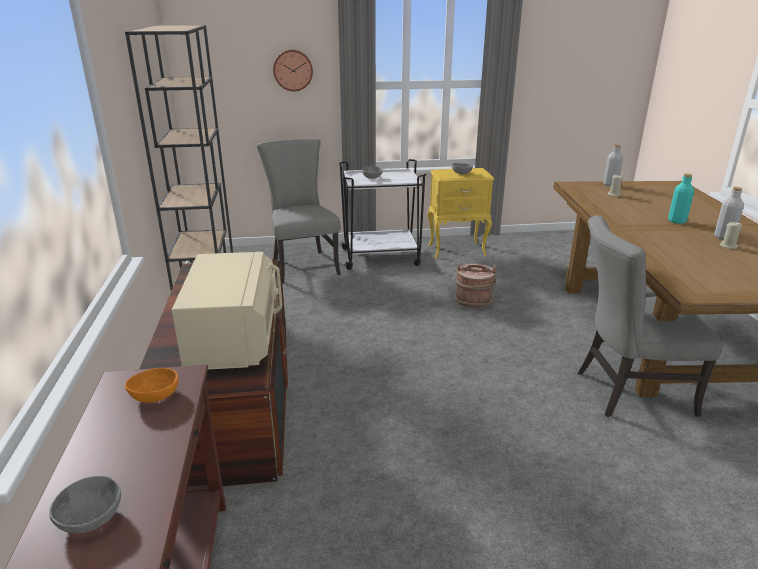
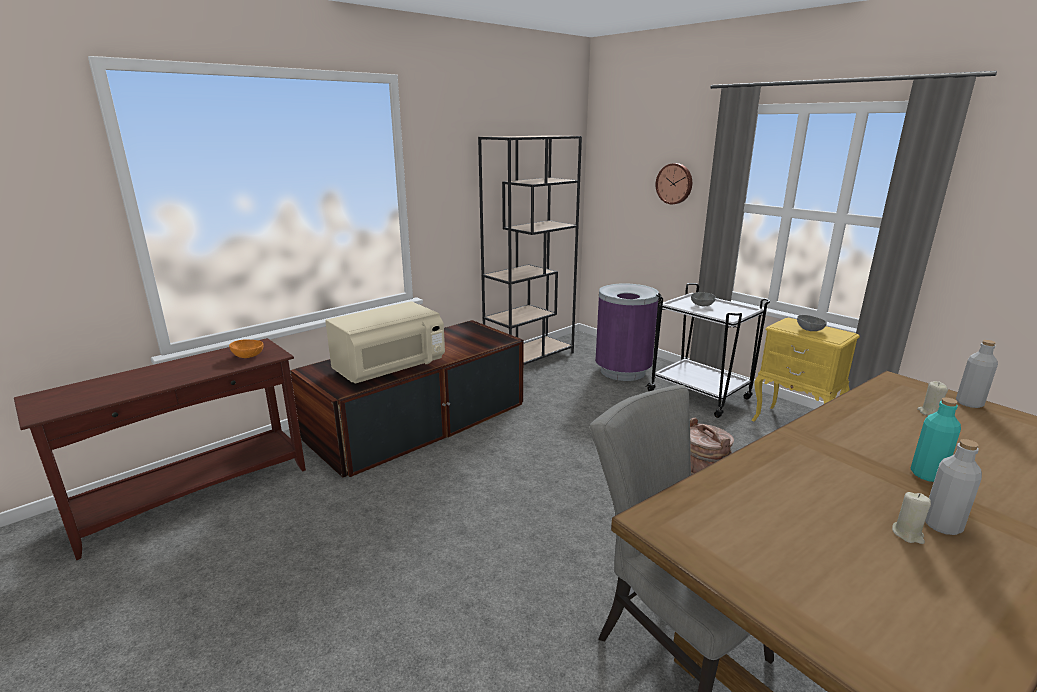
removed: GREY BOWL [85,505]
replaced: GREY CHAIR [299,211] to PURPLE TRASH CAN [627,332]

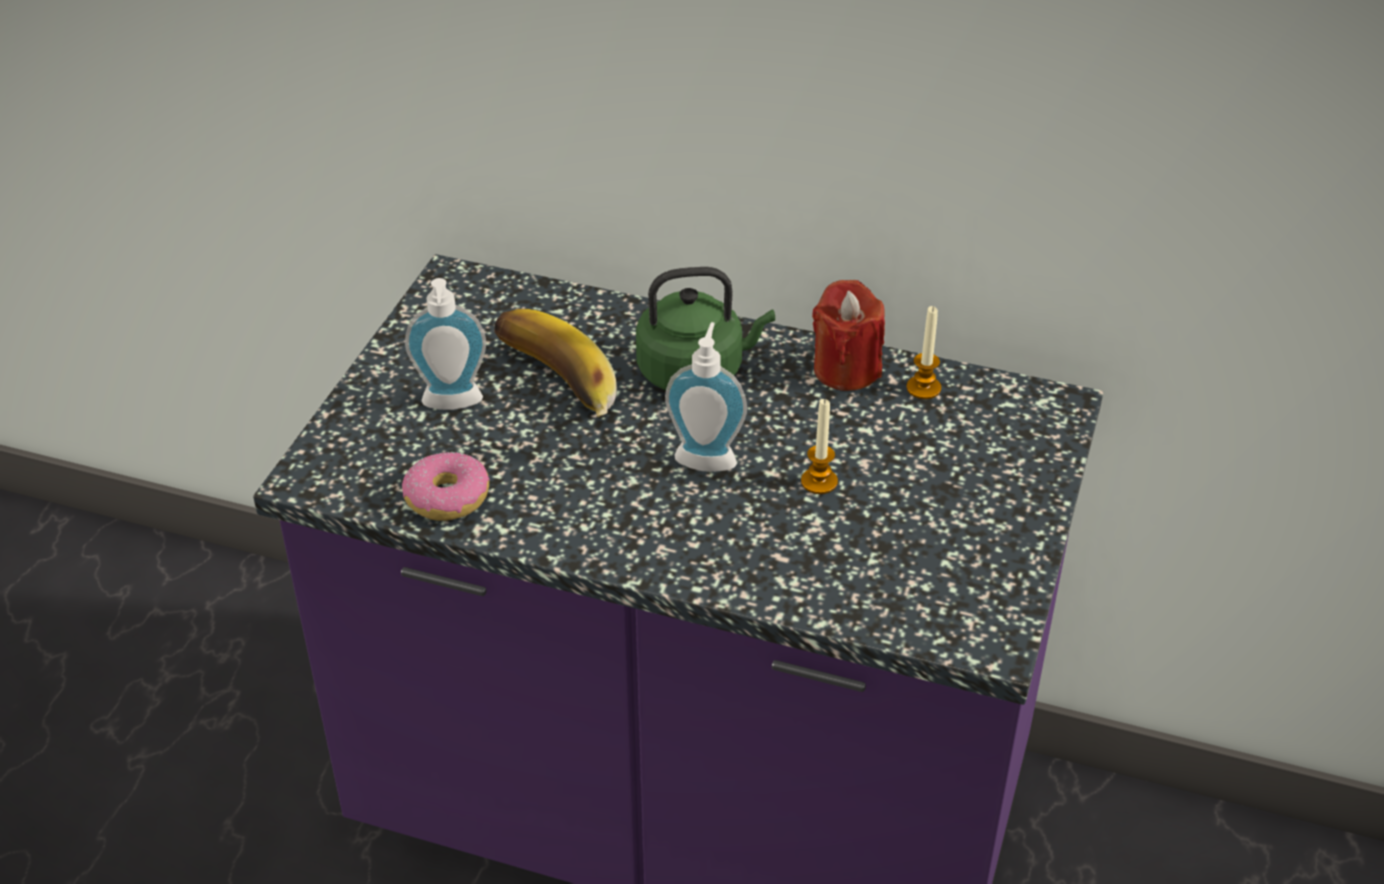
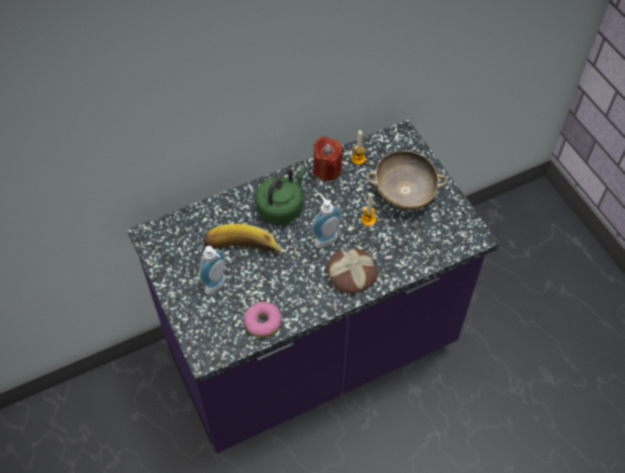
added: BREAD [352,271]; BEIGE BOWL [407,180]

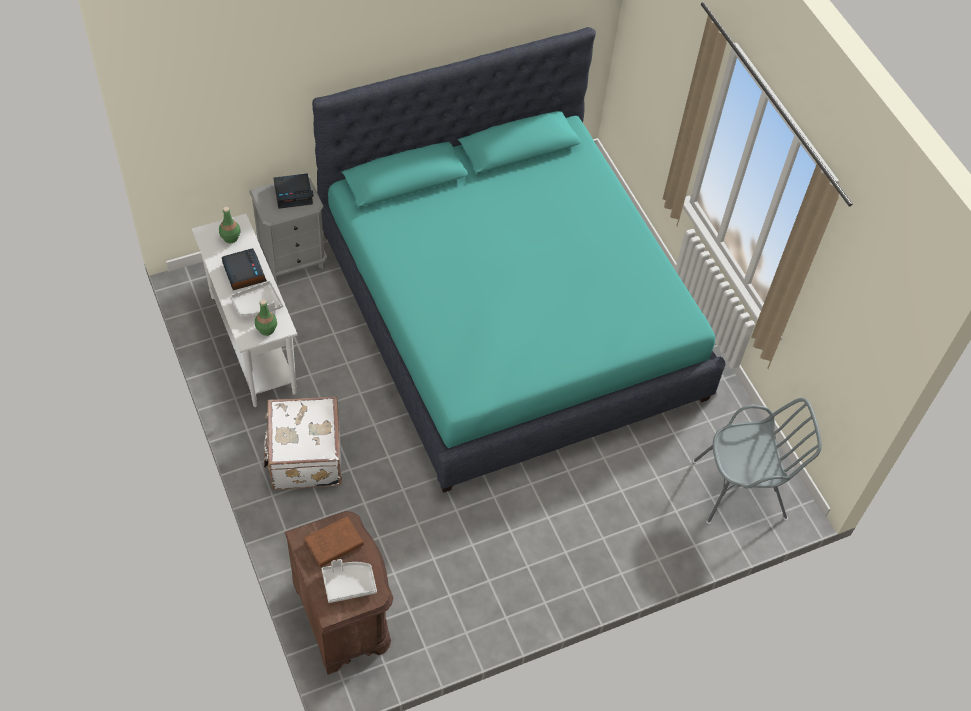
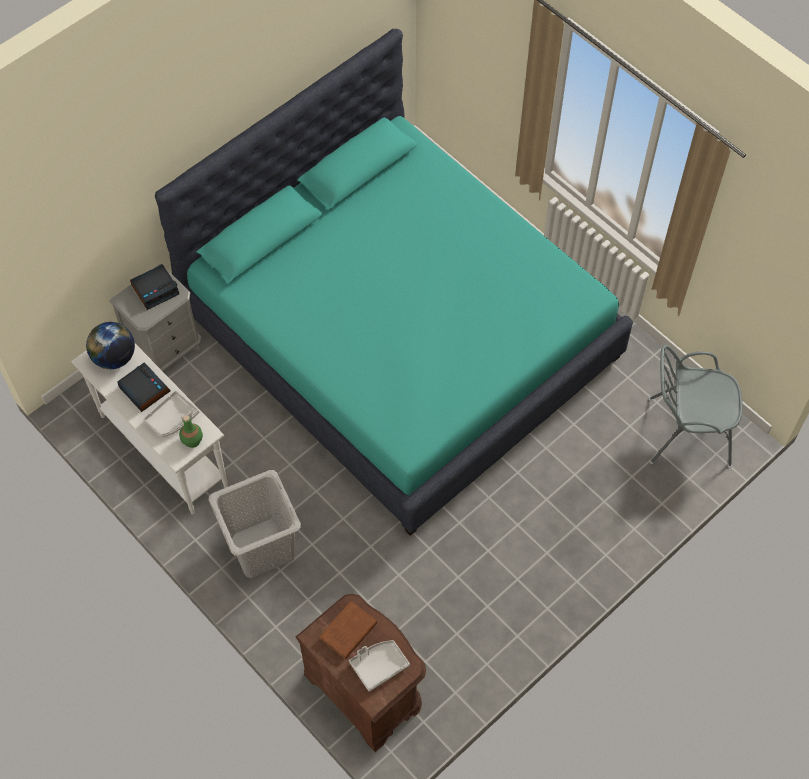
replaced: GREEN BOTTLE [229,225] to GLOBE [110,345]; WHITE SUITCASE [303,443] to GREY LAUNDRY BASKET [255,524]
turned: GREY CHAIR [757,461] = [696,406] 150 degrees counterclockwise

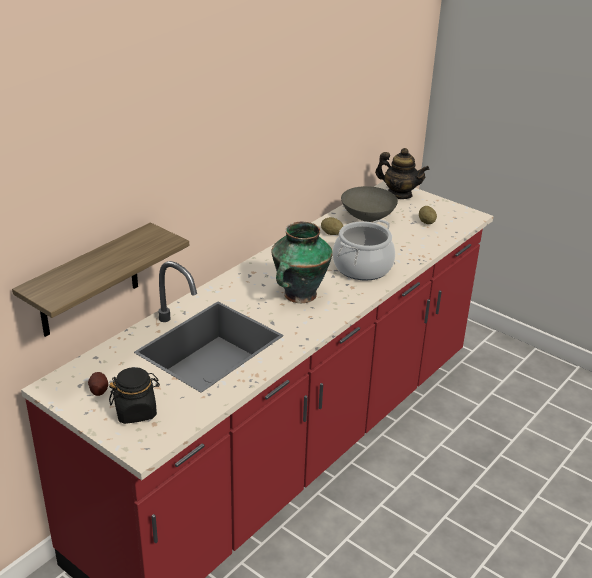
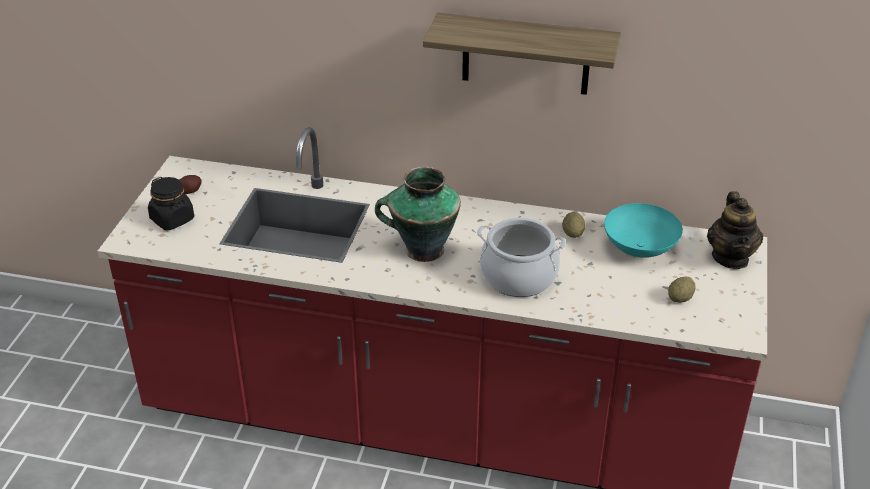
moved: SHELF [100,279] to [522,54]
recoloured: GREY BOWL [369,204] to TURQUOISE BOWL [643,230]

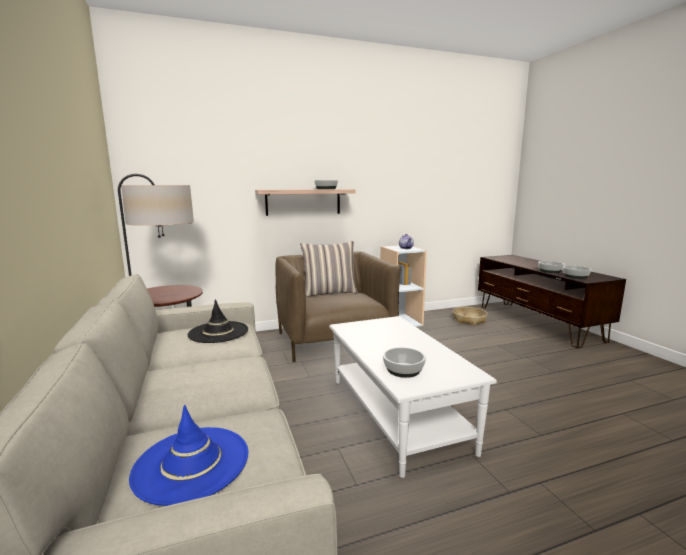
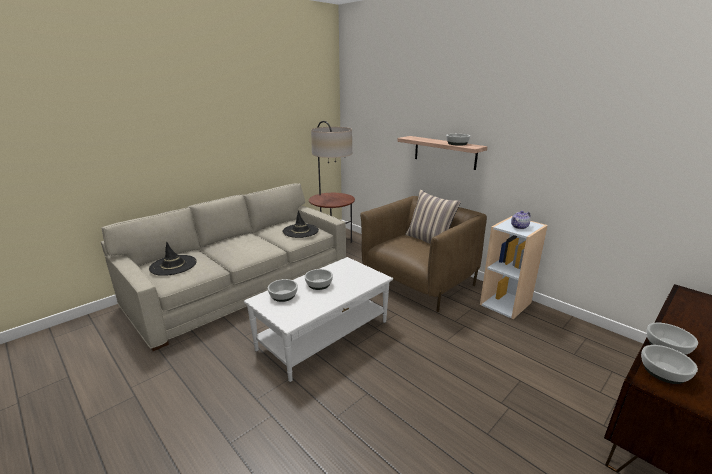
removed: BASKET [470,316]
added: BOWL [319,279]
recoloured: BLUE HAT [188,455] to BLACK HAT [173,259]

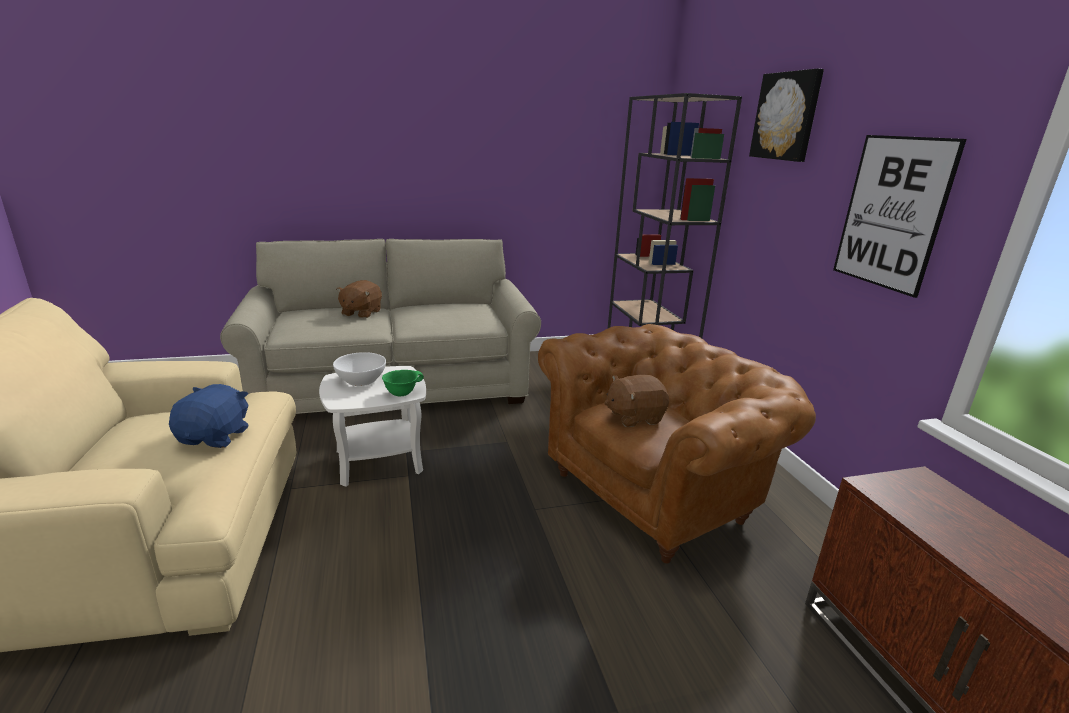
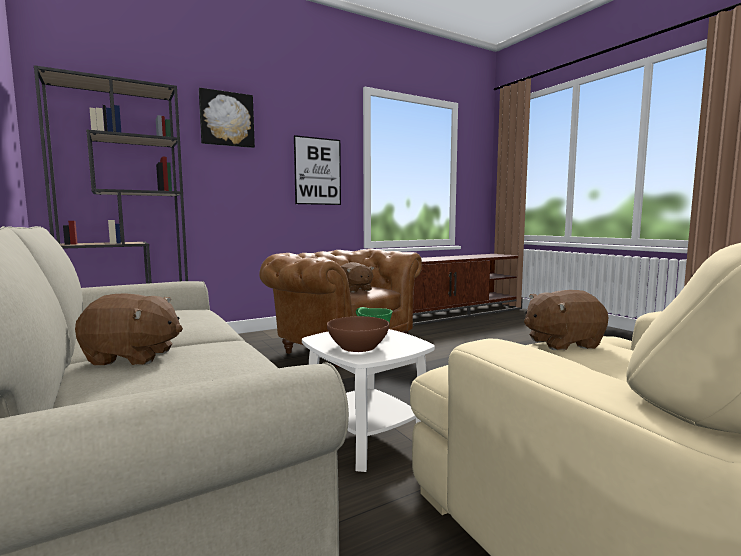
recoloured: WHITE BOWL [359,369] to BROWN BOWL [358,334]; BLUE PLUSH TOY [209,416] to BROWN PLUSH TOY [566,320]

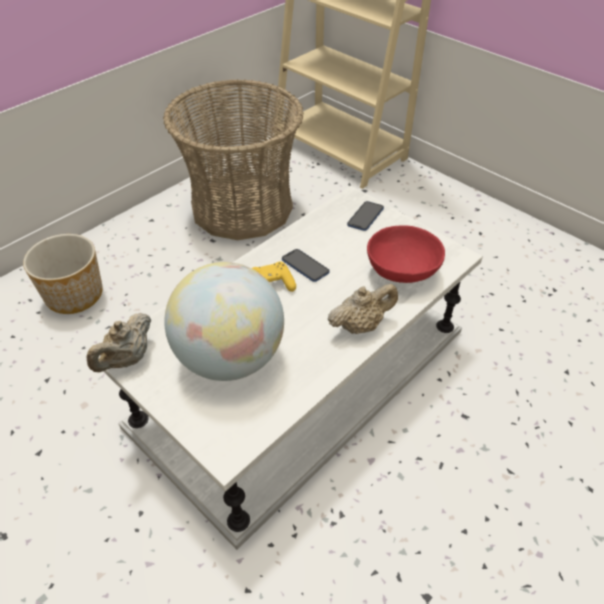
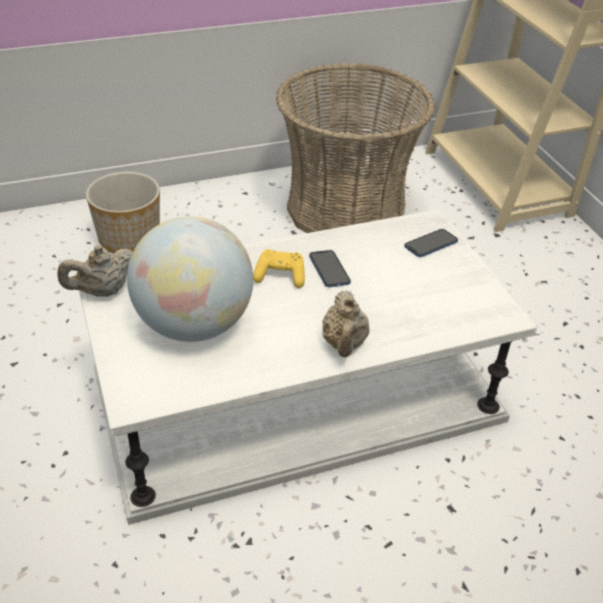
removed: RED BOWL [406,254]
turned: BEIGE TEAPOT [363,309] = [346,324] 90 degrees clockwise

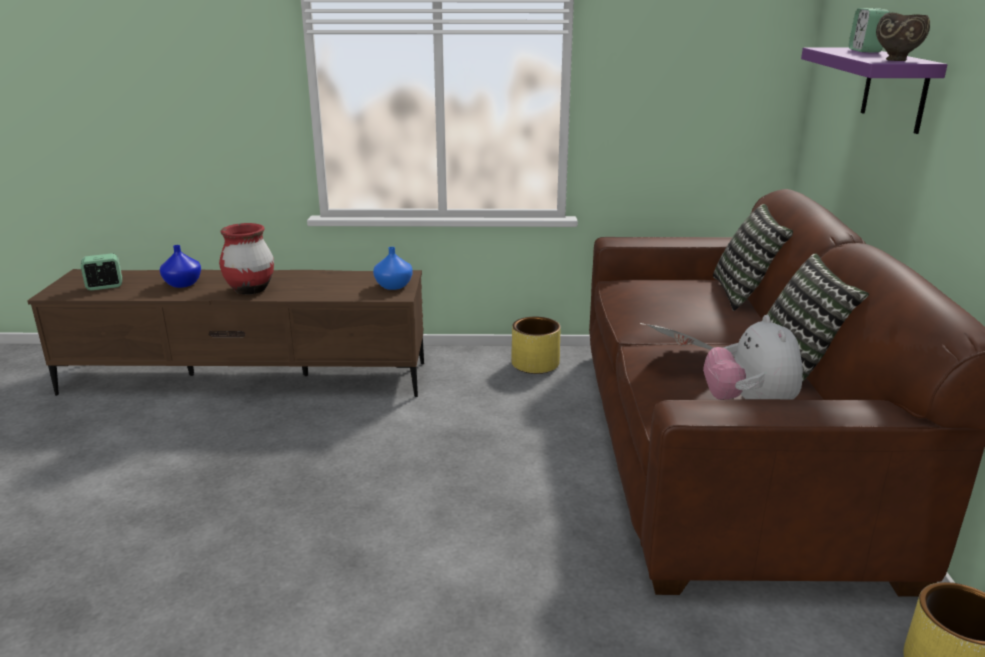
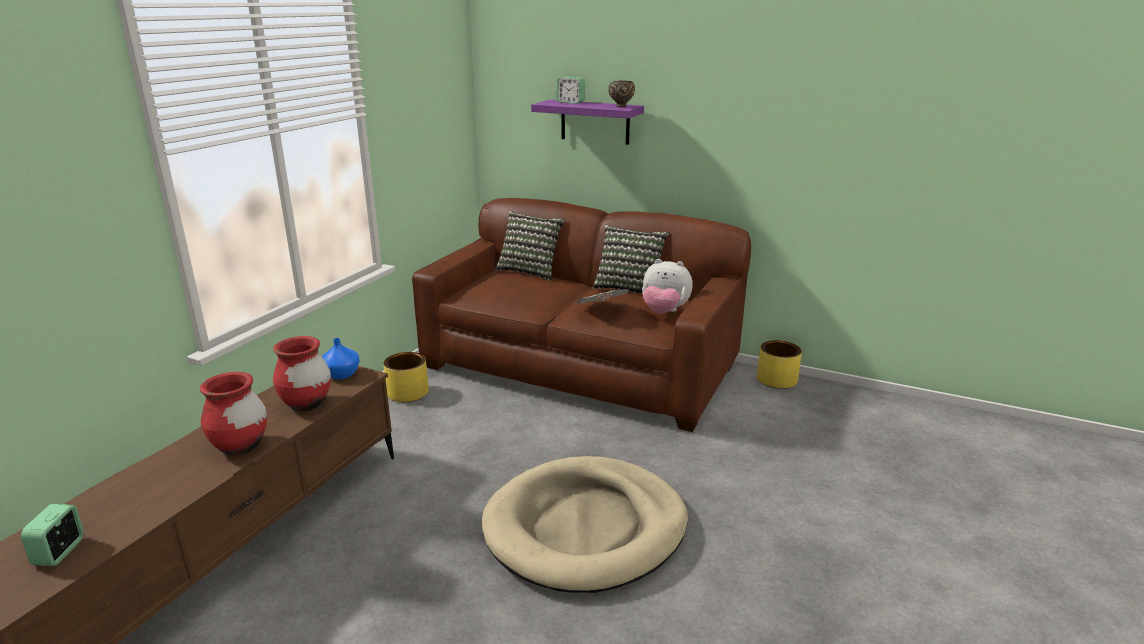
removed: BLUE VASE [180,266]
added: RED VASE [302,373]; BEIGE DOG BED [585,524]

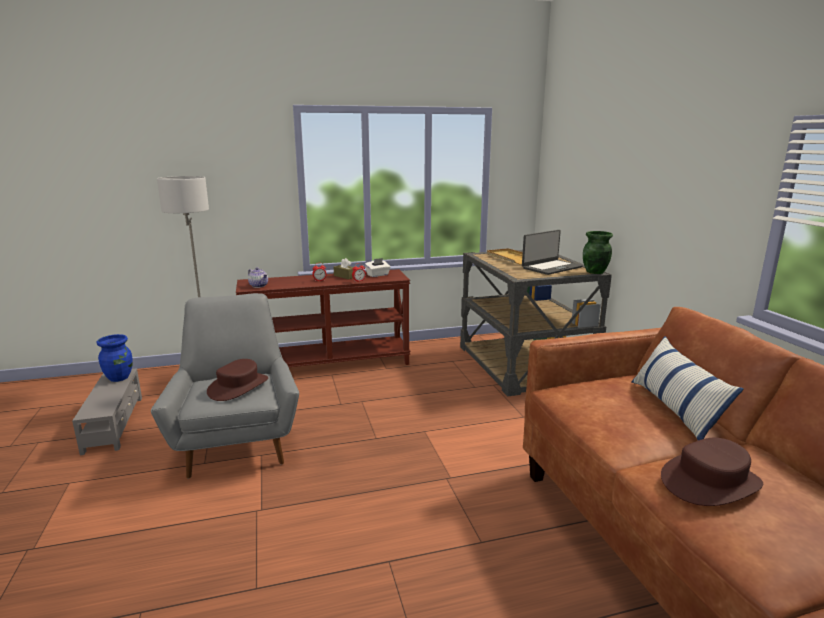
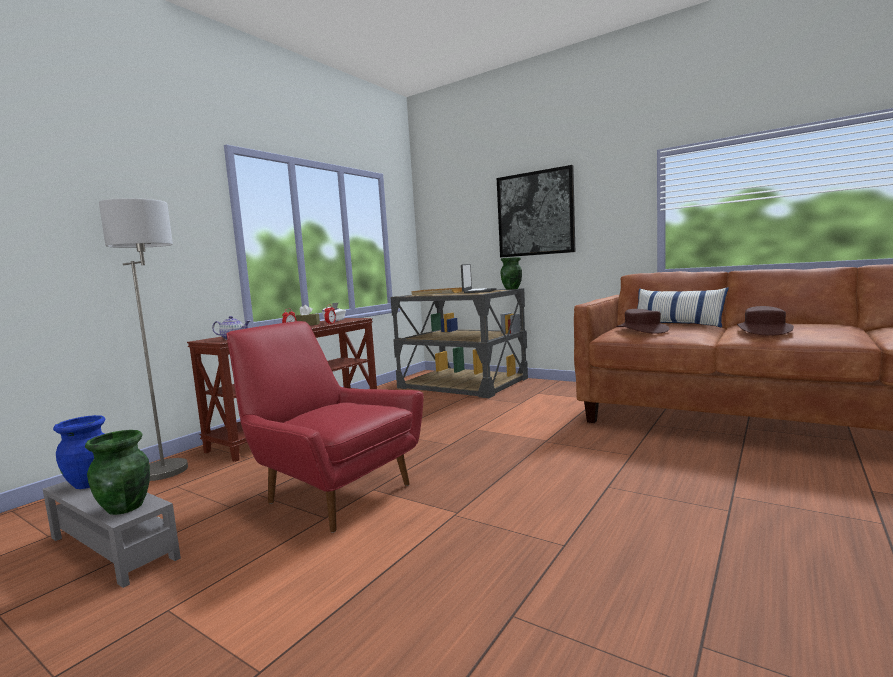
added: GREEN VASE [117,472]; PICTURE [536,211]
moved: BROWN HAT [237,380] to [642,321]
recoloured: GREY ARMCHAIR [225,386] to RED ARMCHAIR [325,427]

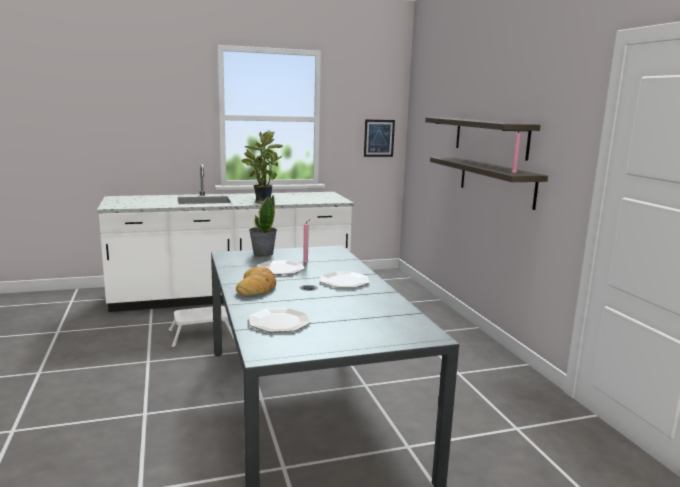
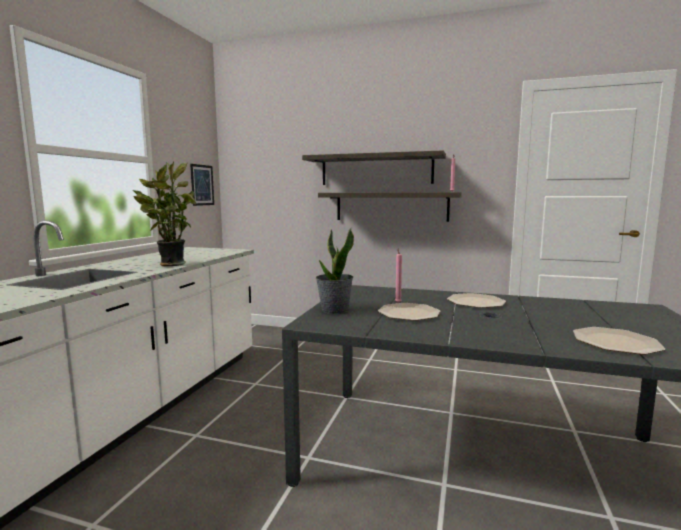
removed: WHITE STEP LADDER [201,326]; BREAD [256,281]

